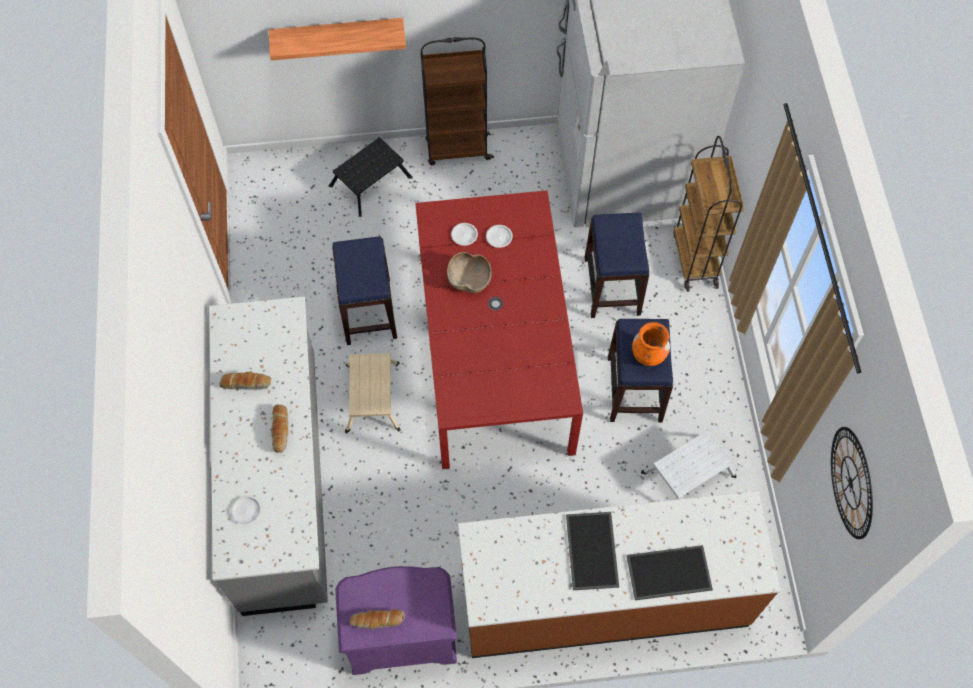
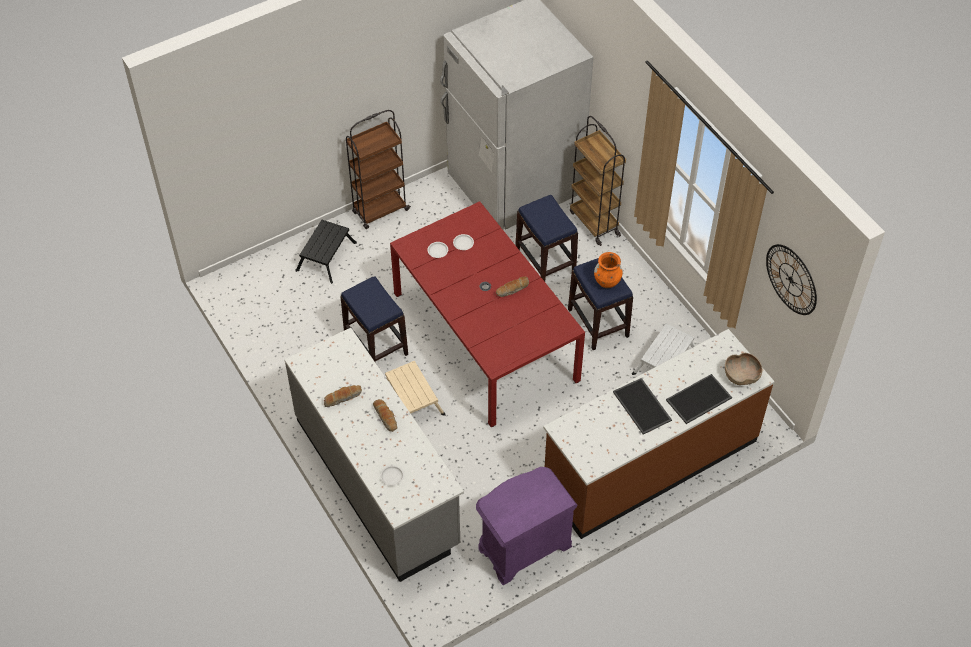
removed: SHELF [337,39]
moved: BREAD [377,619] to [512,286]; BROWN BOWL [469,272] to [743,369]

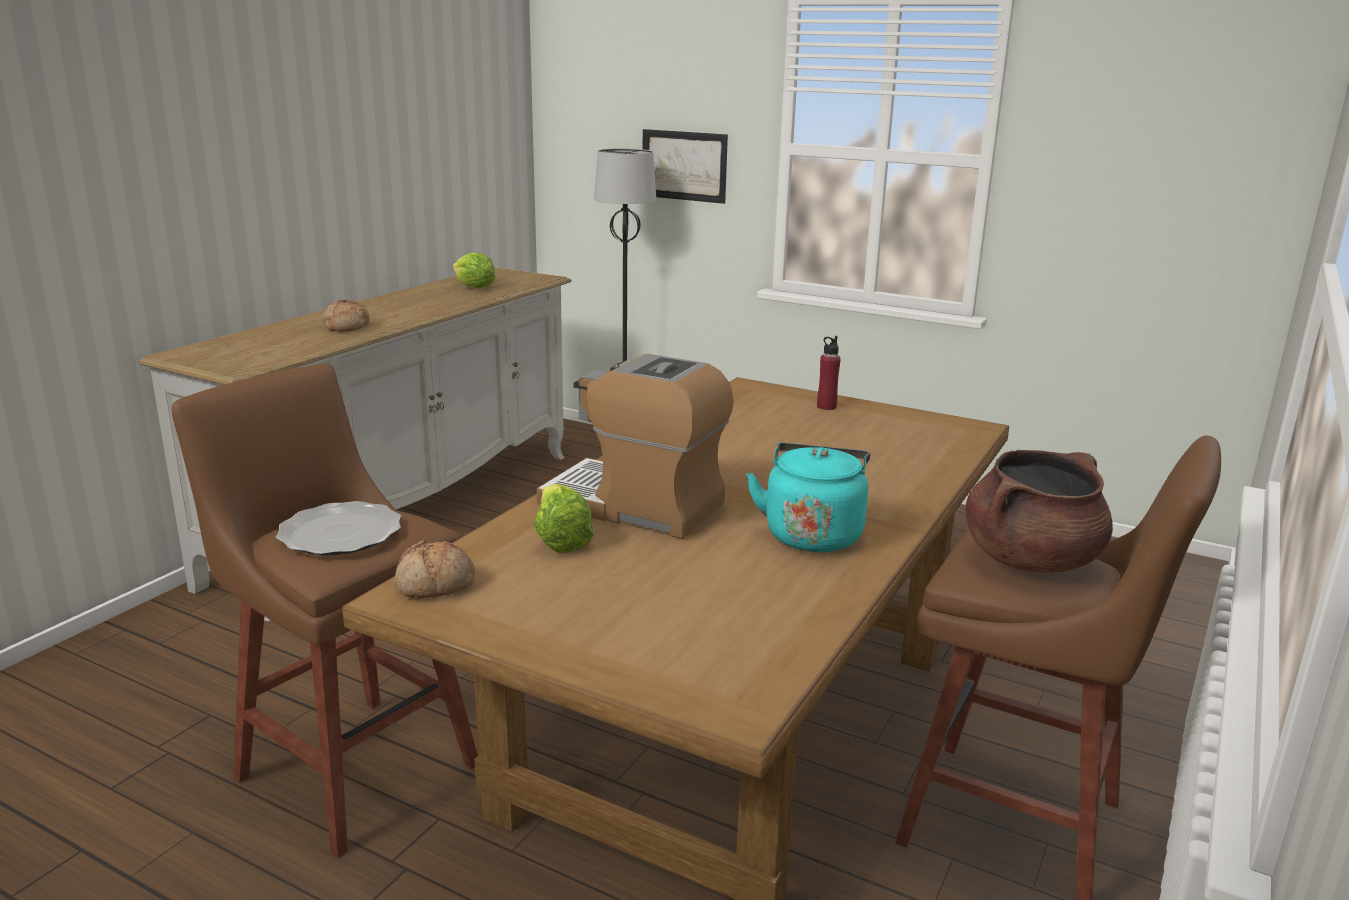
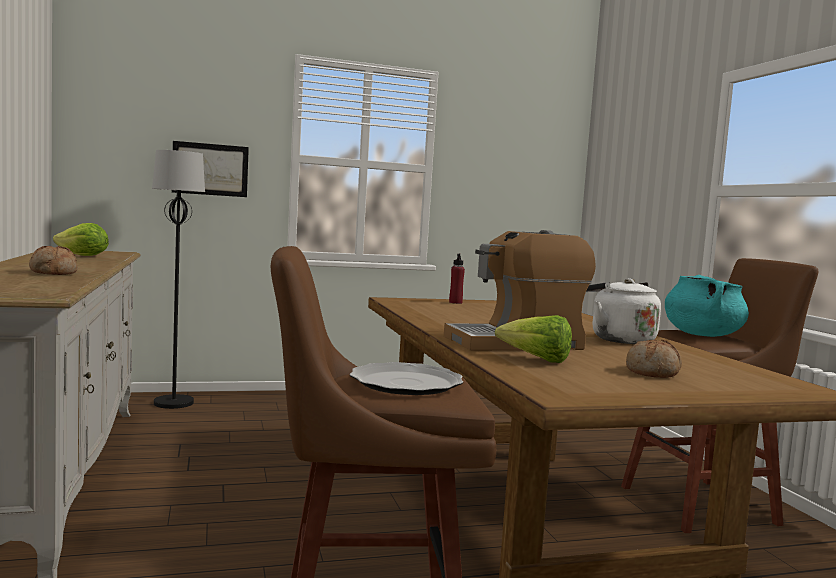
moved: BREAD [434,569] to [654,358]
recoloured: TURQUOISE KETTLE [808,497] to WHITE KETTLE [623,311]; BROWN COOKING POT [1039,511] to TURQUOISE COOKING POT [707,306]

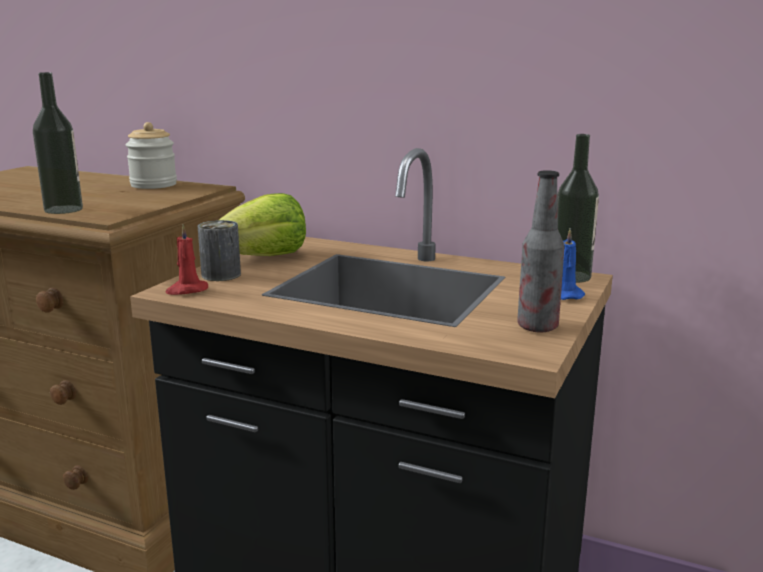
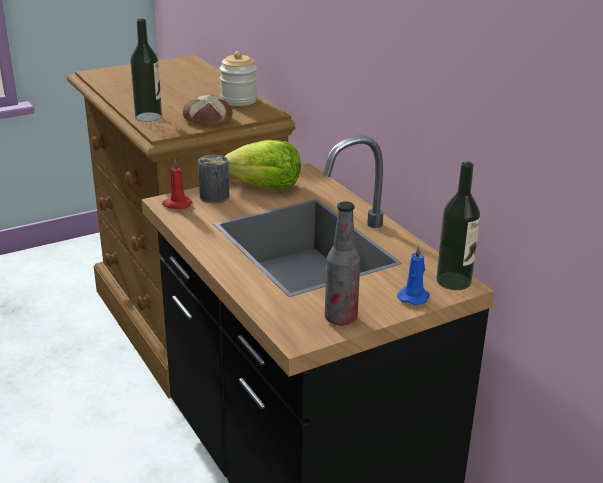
added: BREAD [208,110]

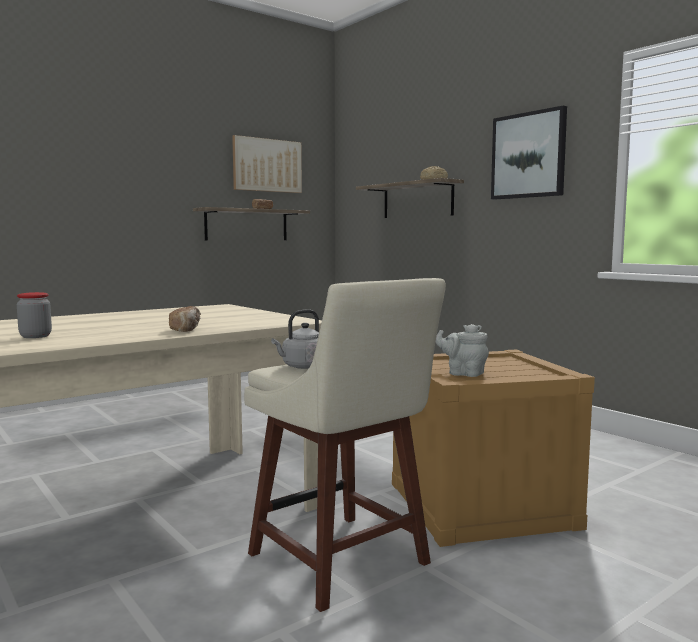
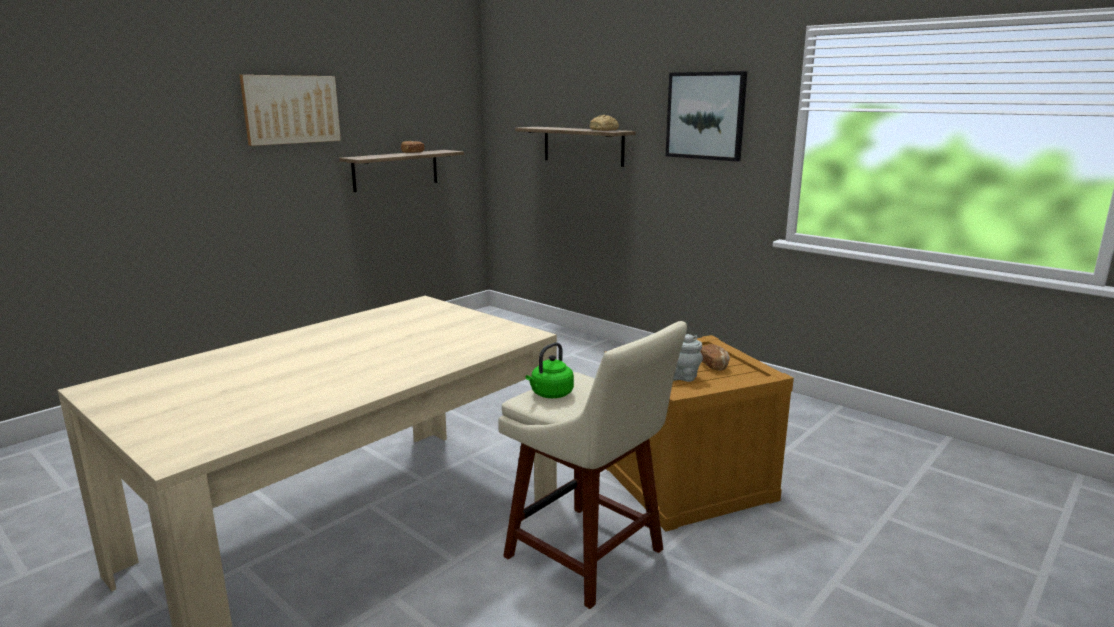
removed: JAR [34,315]
moved: PICTURE [267,164] to [290,110]; BREAD [185,319] to [715,357]
recoloured: GREY KETTLE [295,339] to GREEN KETTLE [550,370]

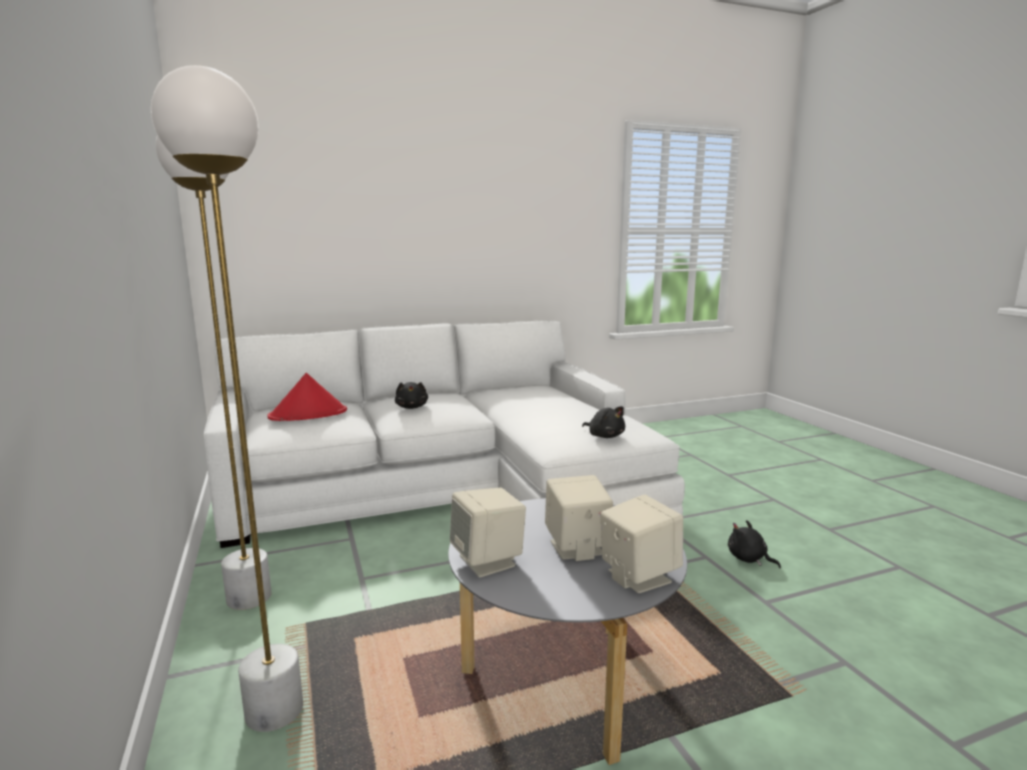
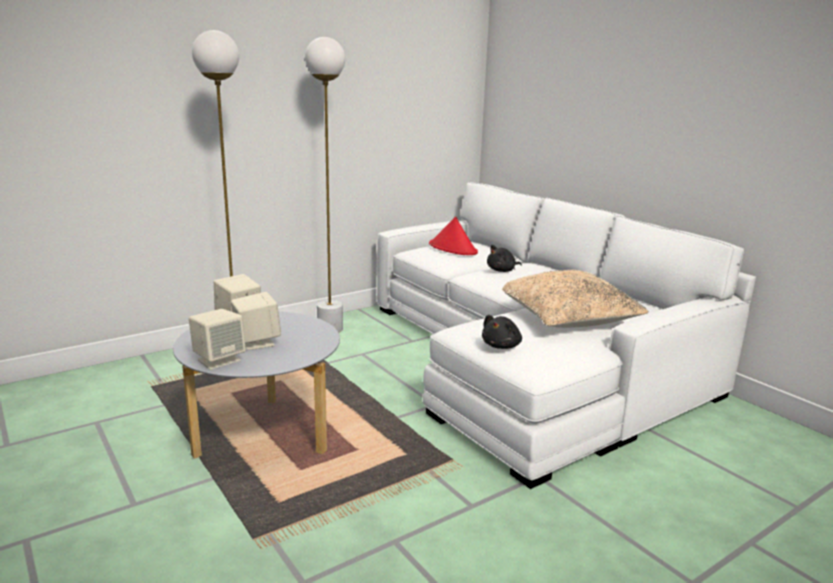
removed: BLACK PLUSH TOY [754,544]
added: BEIGE PILLOW [575,298]

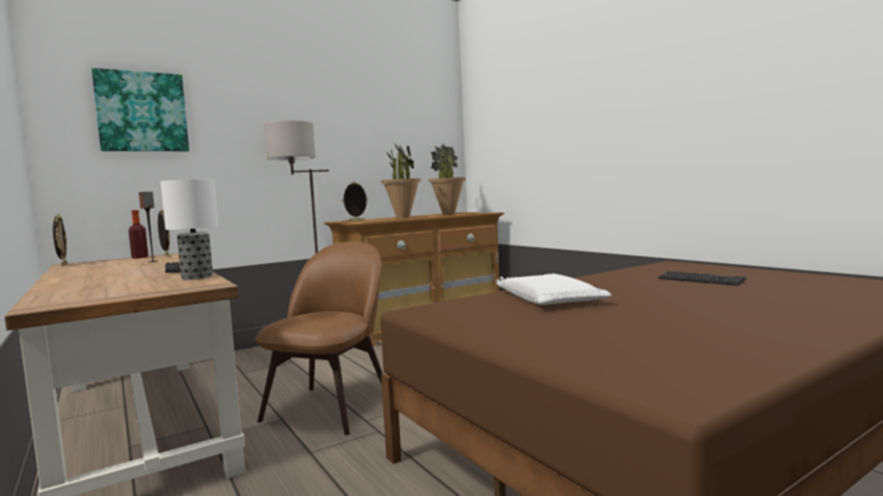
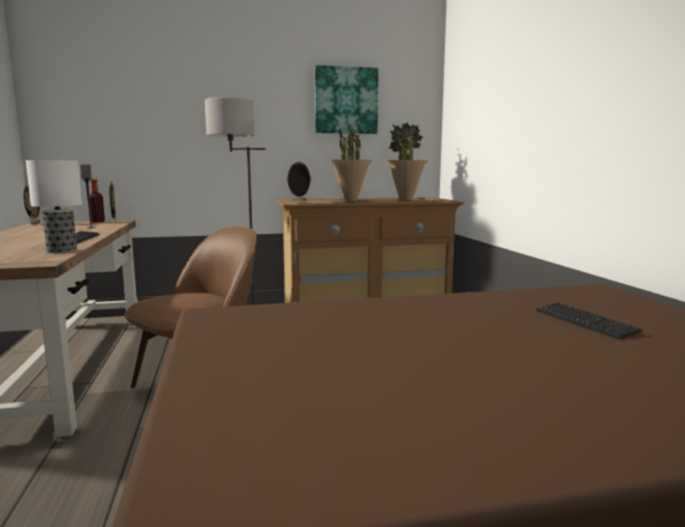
removed: WHITE PILLOW [553,289]
moved: PICTURE [140,109] to [346,99]

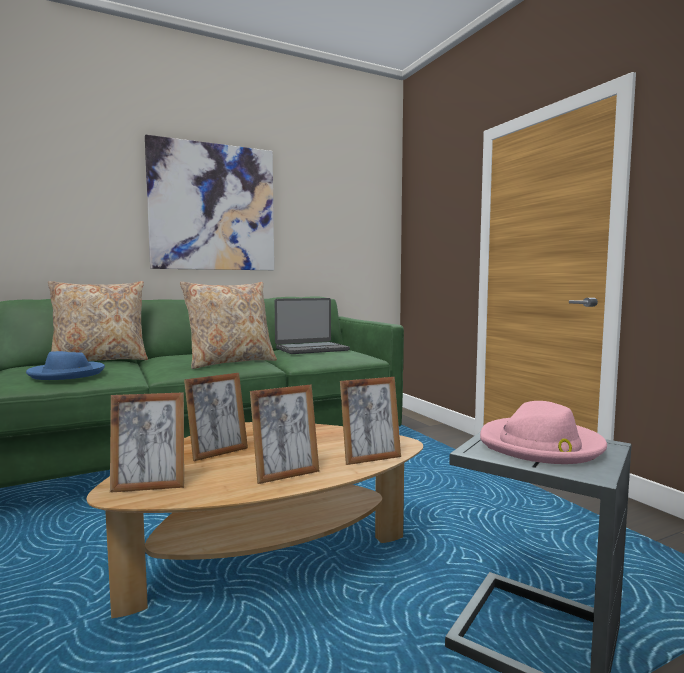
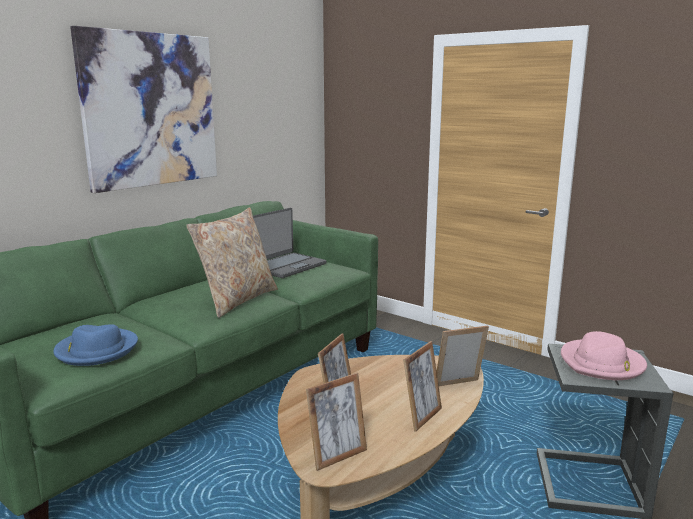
removed: BEIGE PILLOW [98,321]
turned: PICTURE FRAME [370,421] = [463,356] 150 degrees counterclockwise

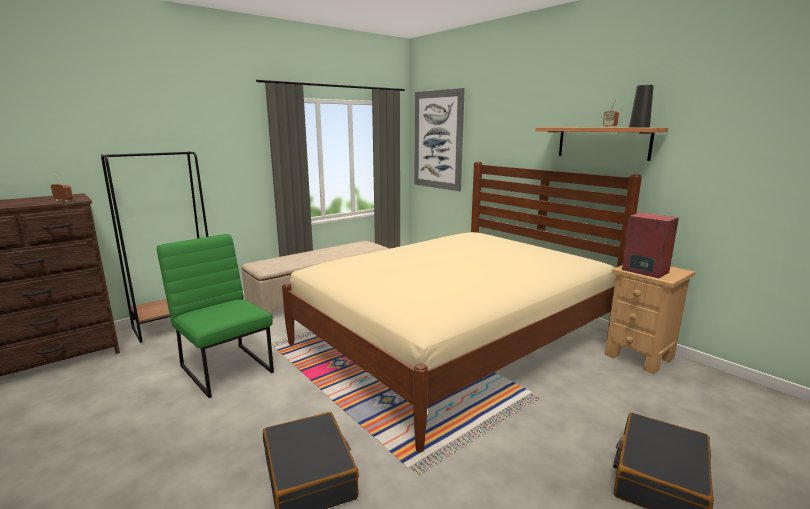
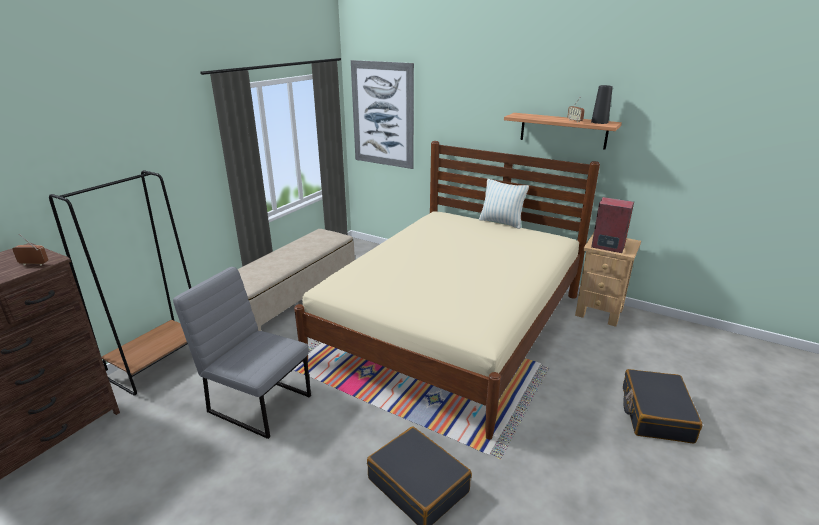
added: PILLOW [504,204]
recoloured: GREEN CHAIR [215,316] to GREY CHAIR [242,353]

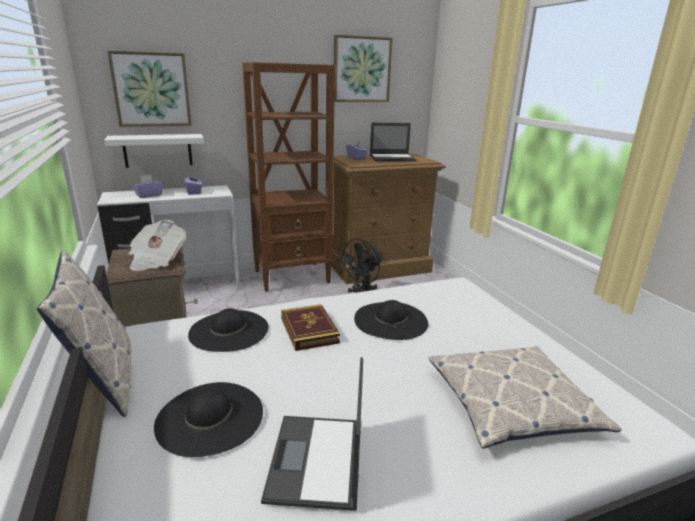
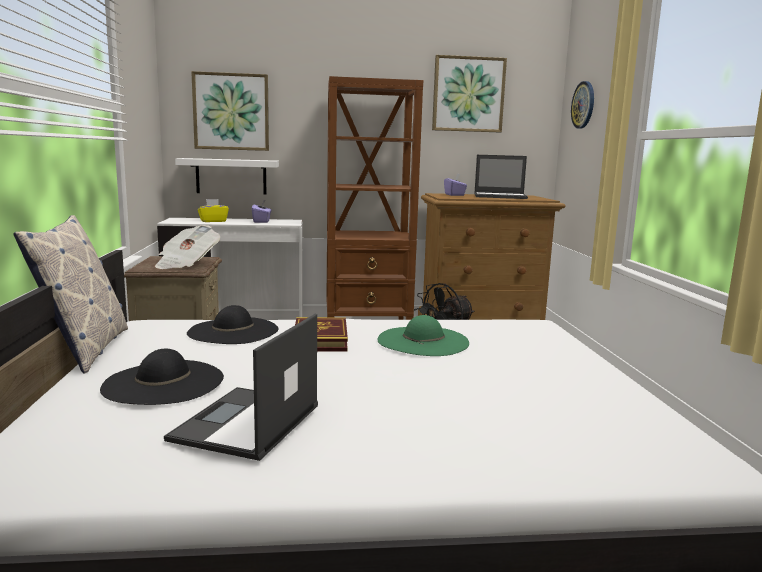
removed: PILLOW [525,397]
added: WALL CLOCK [582,105]
recoloured: PURPLE TISSUE BOX [147,186] to YELLOW TISSUE BOX [213,210]; BLACK HAT [391,320] to GREEN HAT [423,335]

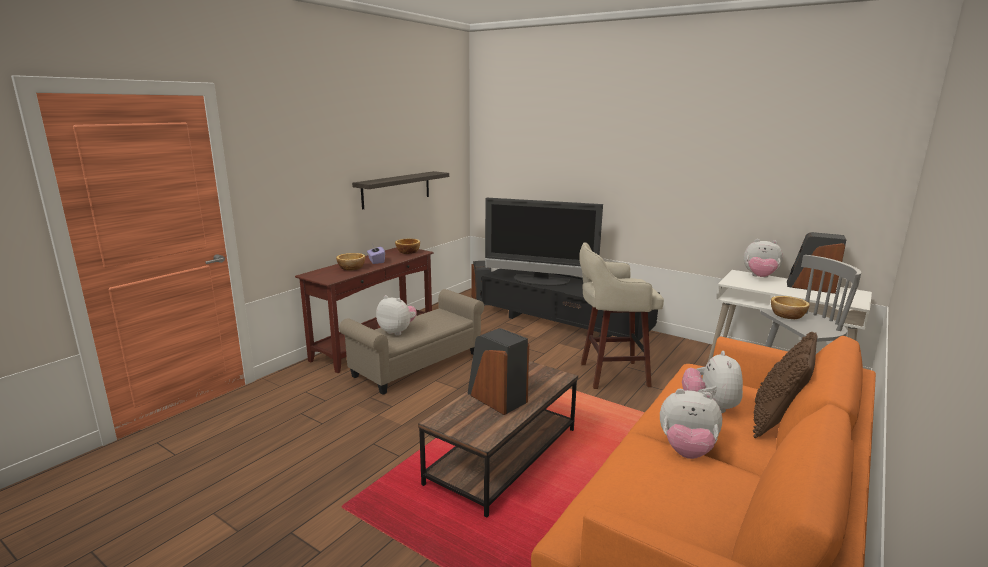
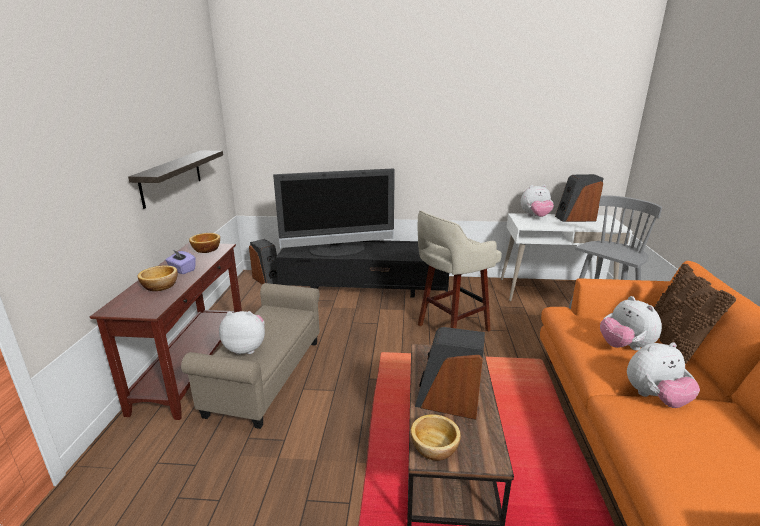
moved: BOWL [790,307] to [436,437]

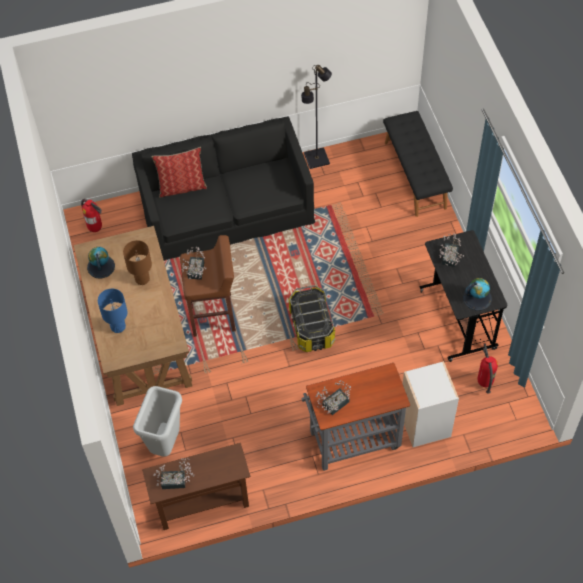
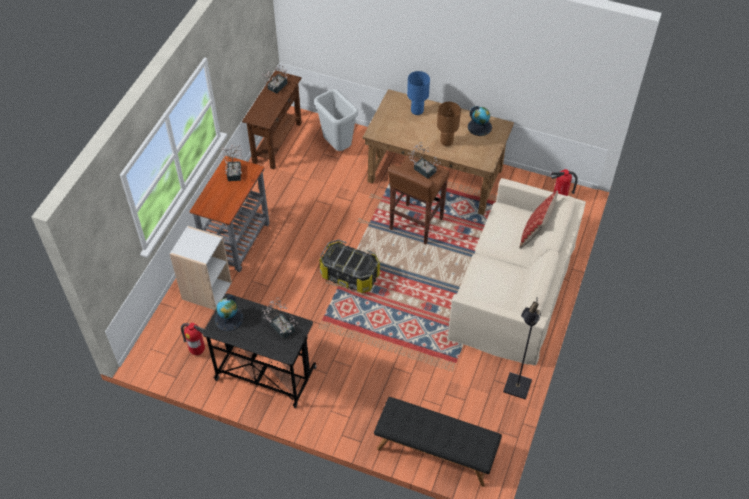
recoloured: BLACK SOFA [223,188] to BEIGE SOFA [516,271]

